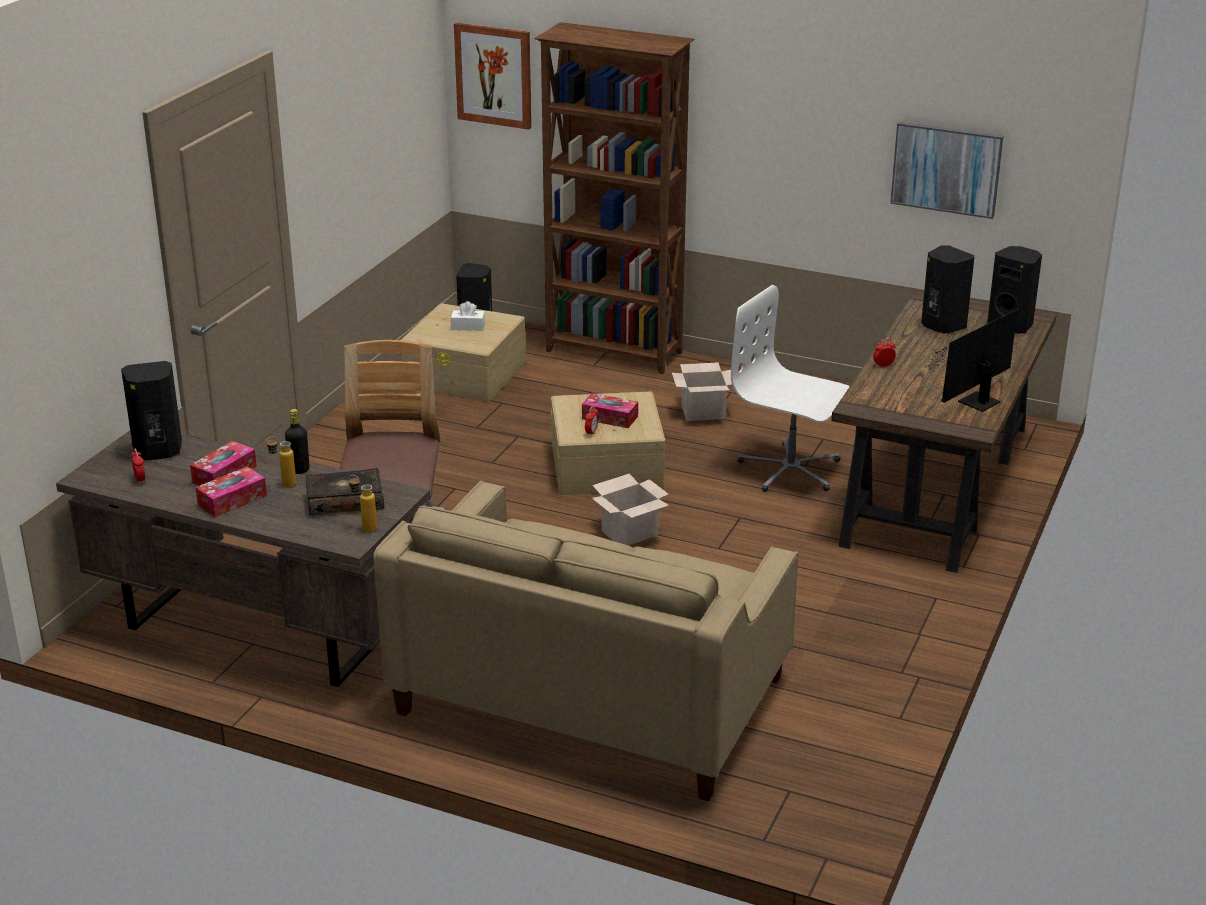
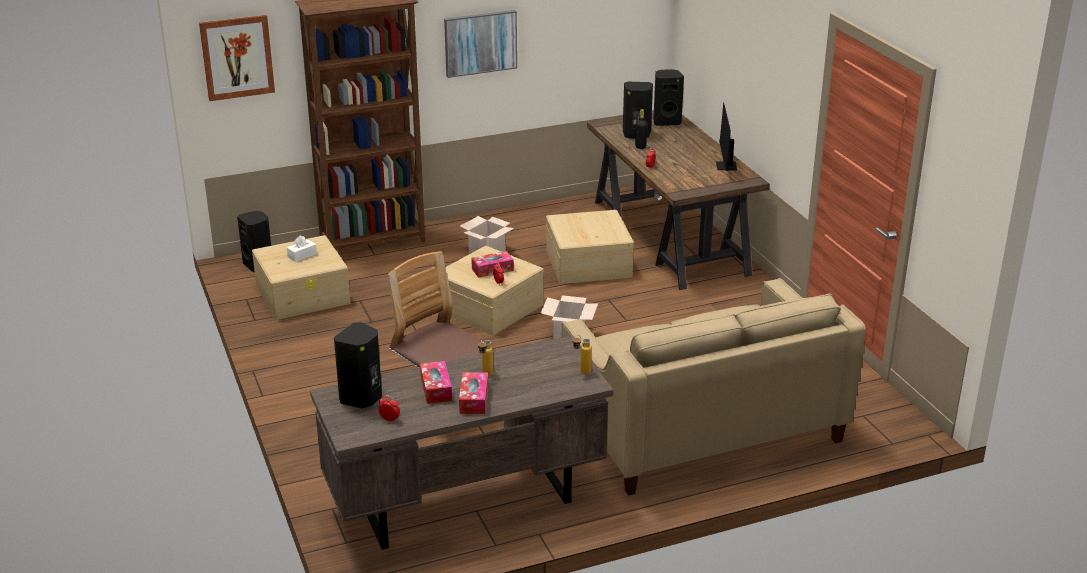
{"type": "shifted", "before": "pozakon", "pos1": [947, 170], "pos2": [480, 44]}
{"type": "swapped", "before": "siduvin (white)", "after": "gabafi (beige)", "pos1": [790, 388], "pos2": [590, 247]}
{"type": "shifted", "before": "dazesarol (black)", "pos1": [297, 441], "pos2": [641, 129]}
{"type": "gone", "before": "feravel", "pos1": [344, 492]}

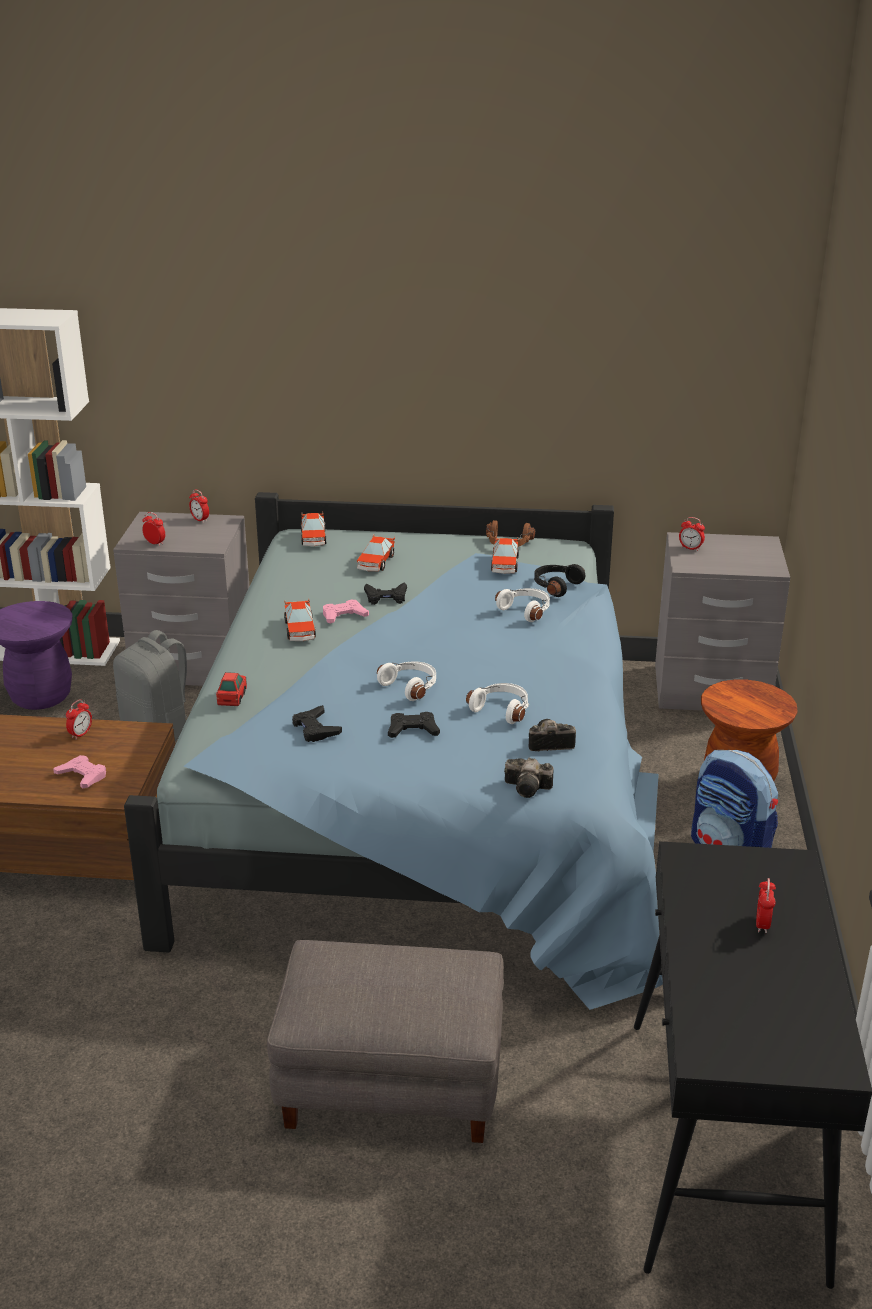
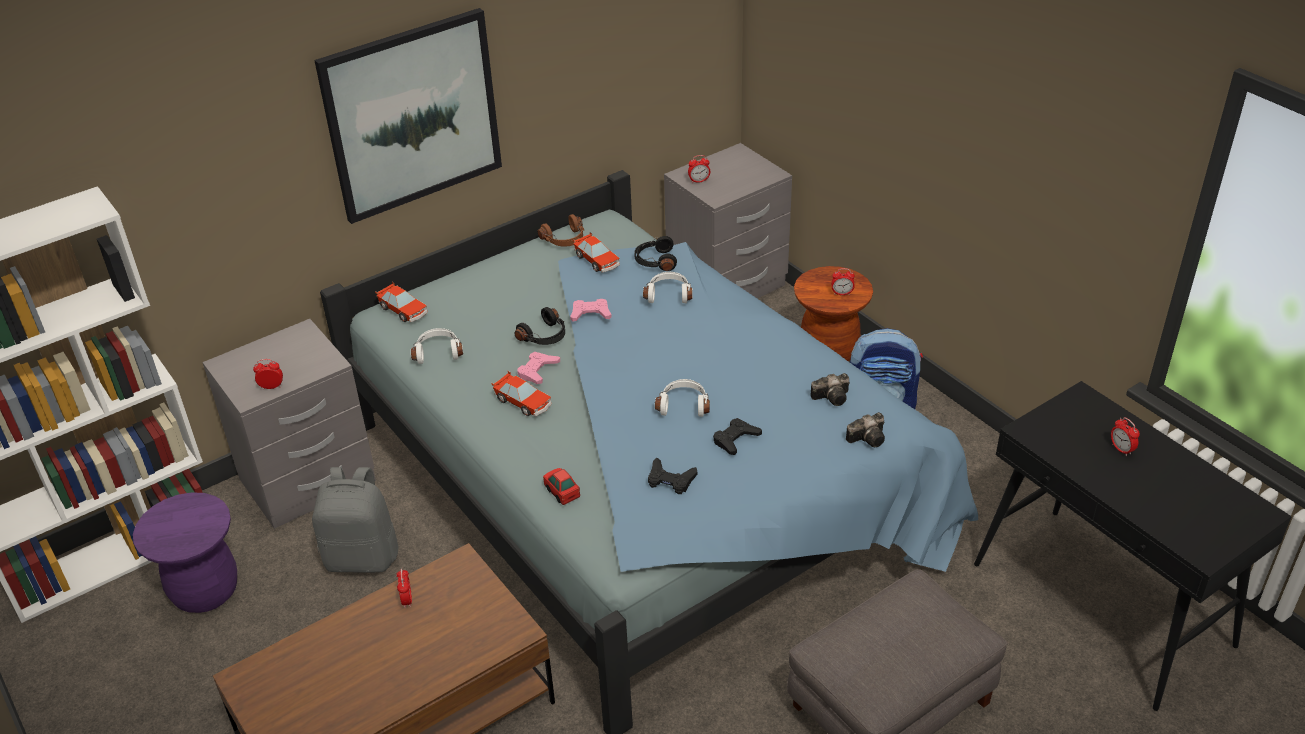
{"type": "new", "after": "pozakon", "pos2": [408, 116]}
{"type": "shifted", "before": "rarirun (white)", "pos1": [497, 703], "pos2": [437, 346]}
{"type": "swapped", "before": "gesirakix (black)", "after": "rarirun (black)", "pos1": [385, 593], "pos2": [539, 326]}
{"type": "shifted", "before": "gesirakix (pink)", "pos1": [79, 771], "pos2": [591, 310]}
{"type": "rotated", "before": "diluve", "pos1": [552, 735], "pos2": [830, 389], "turn": -150}
{"type": "shifted", "before": "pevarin", "pos1": [199, 506], "pos2": [843, 281]}
{"type": "gone", "before": "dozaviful", "pos1": [376, 553]}

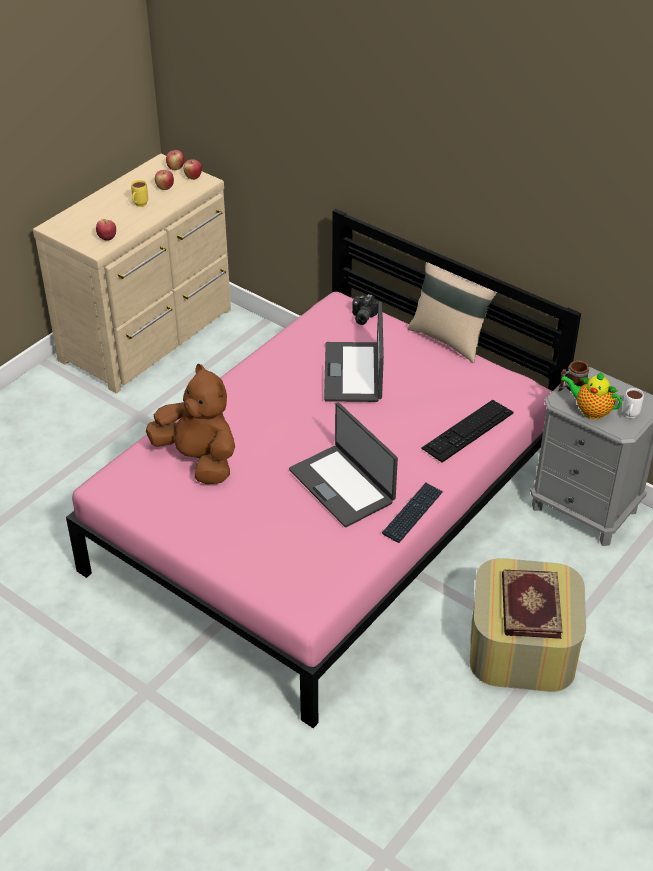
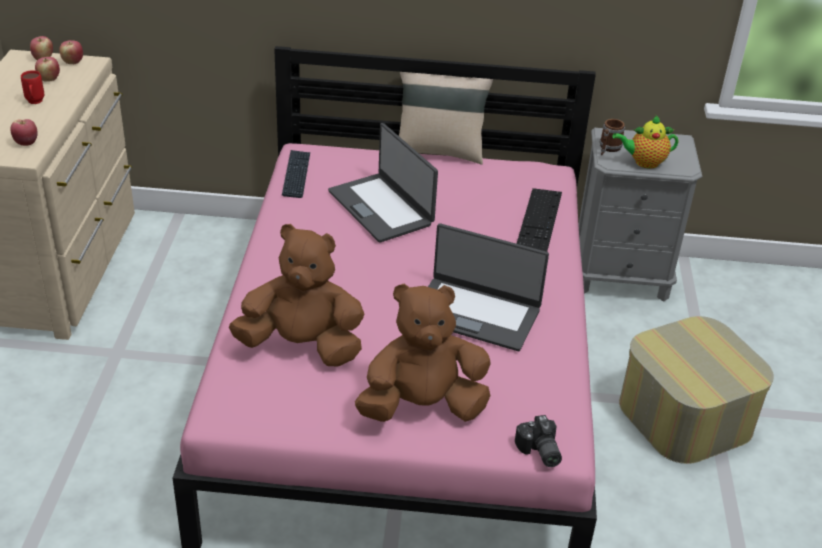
{"type": "repainted", "before": "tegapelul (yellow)", "after": "tegapelul (red)", "pos1": [139, 193], "pos2": [32, 87]}
{"type": "shifted", "before": "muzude", "pos1": [412, 513], "pos2": [296, 174]}
{"type": "new", "after": "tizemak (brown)", "pos2": [423, 353]}
{"type": "shifted", "before": "diluve", "pos1": [365, 309], "pos2": [538, 441]}
{"type": "gone", "before": "feravel", "pos1": [532, 604]}
{"type": "gone", "before": "tegapelul (white)", "pos1": [633, 403]}

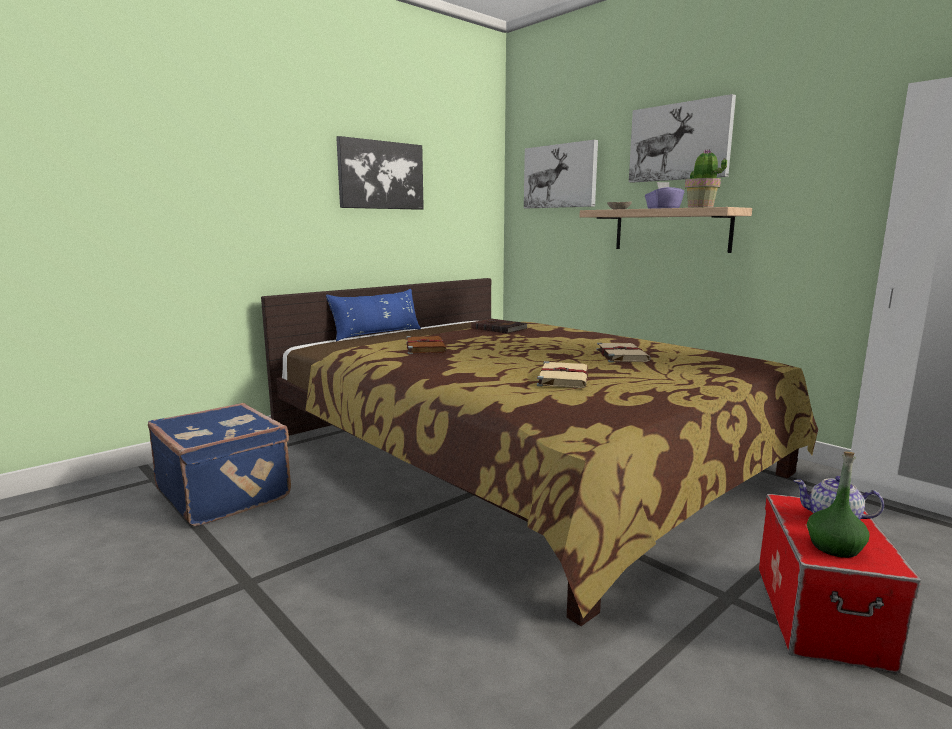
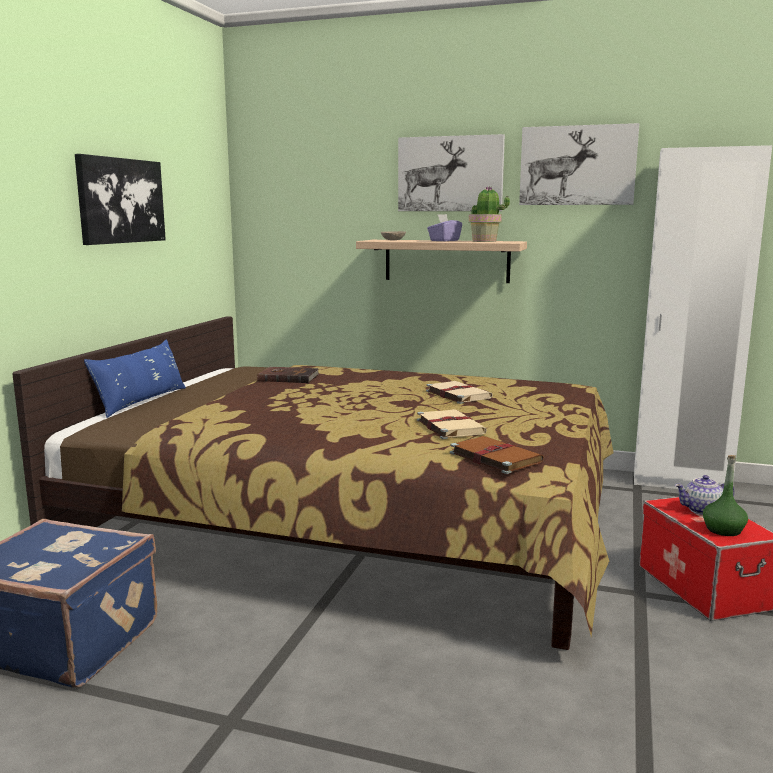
{"type": "shifted", "before": "feravel (brown)", "pos1": [426, 345], "pos2": [497, 455]}
{"type": "shifted", "before": "pozakon", "pos1": [561, 174], "pos2": [579, 164]}

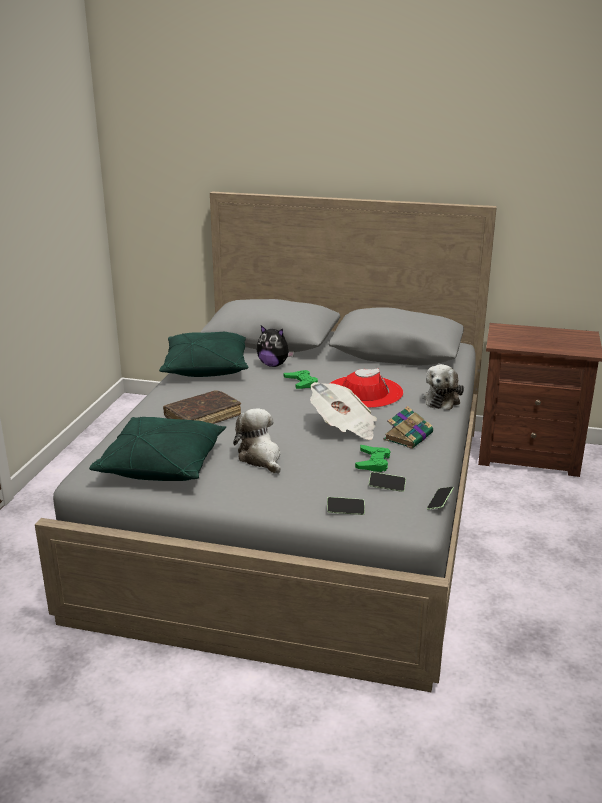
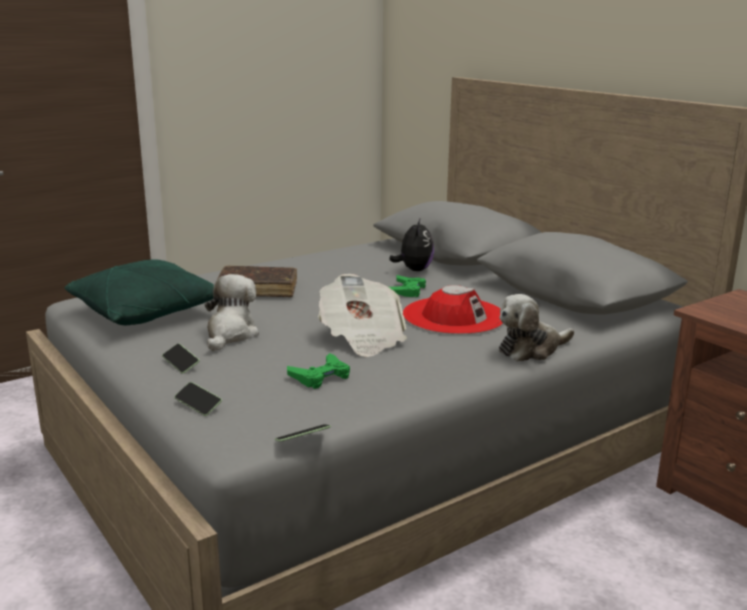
{"type": "shifted", "before": "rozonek", "pos1": [387, 482], "pos2": [181, 358]}
{"type": "rotated", "before": "tizemak", "pos1": [275, 346], "pos2": [411, 245], "turn": -150}
{"type": "gone", "before": "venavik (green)", "pos1": [203, 354]}
{"type": "gone", "before": "feravel", "pos1": [408, 427]}

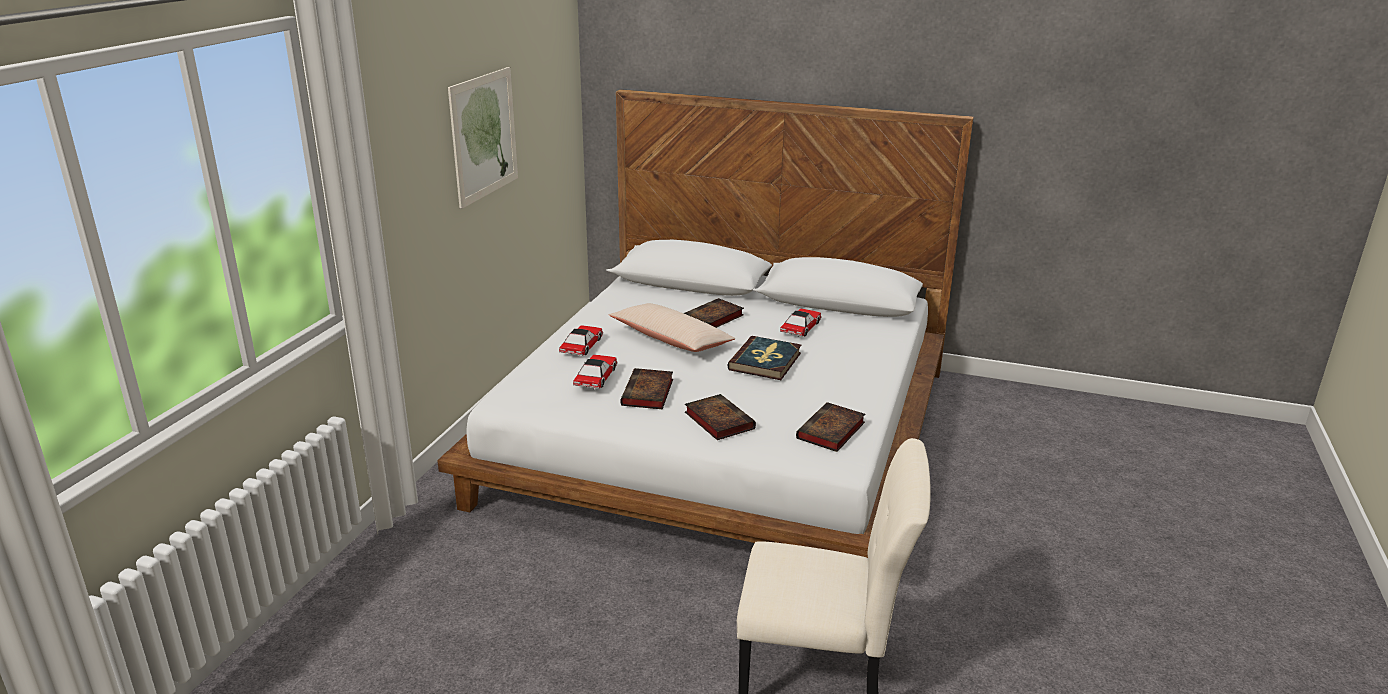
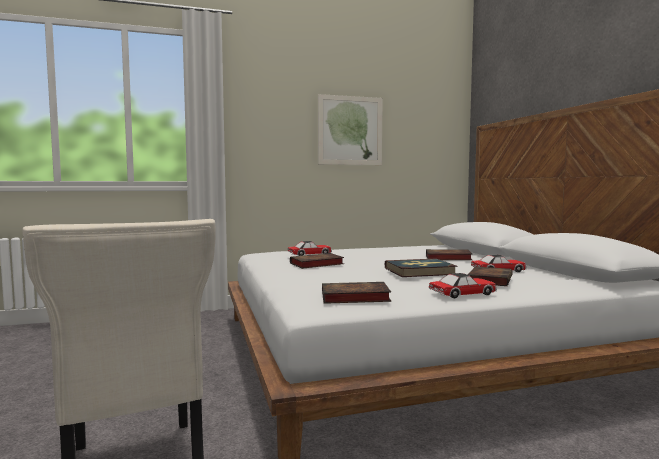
{"type": "shifted", "before": "dozaviful", "pos1": [581, 341], "pos2": [463, 285]}
{"type": "shifted", "before": "feravel", "pos1": [720, 417], "pos2": [489, 276]}
{"type": "gone", "before": "venavik (beige)", "pos1": [672, 327]}

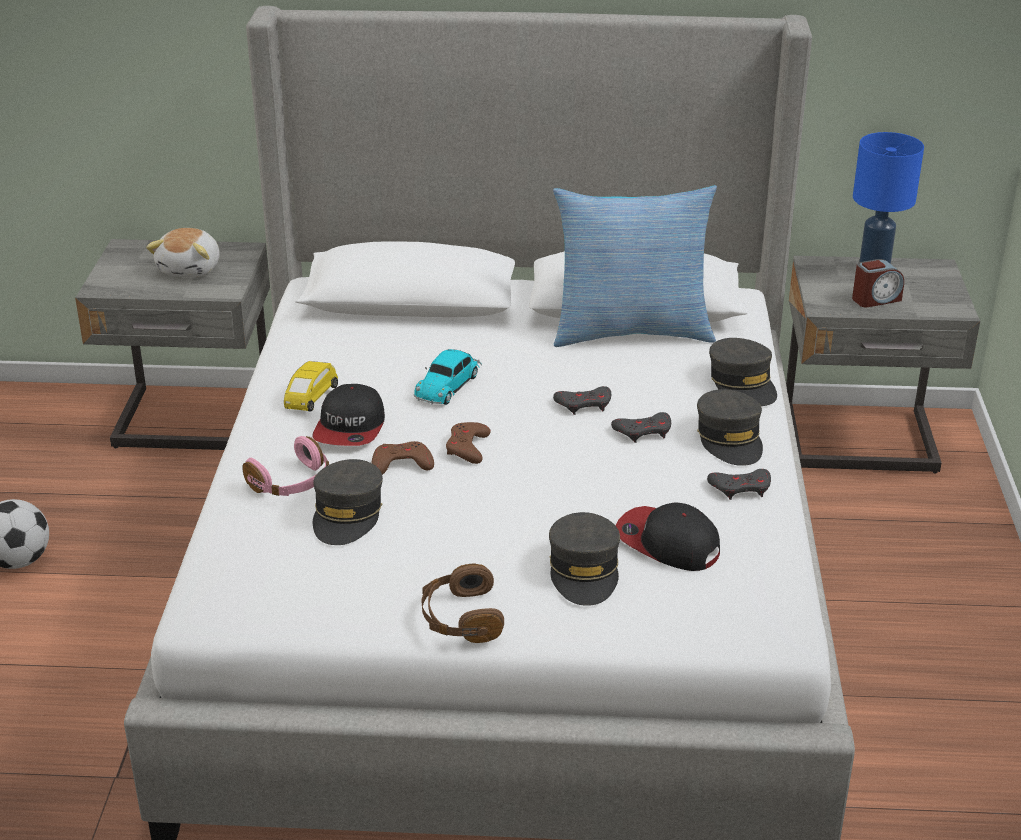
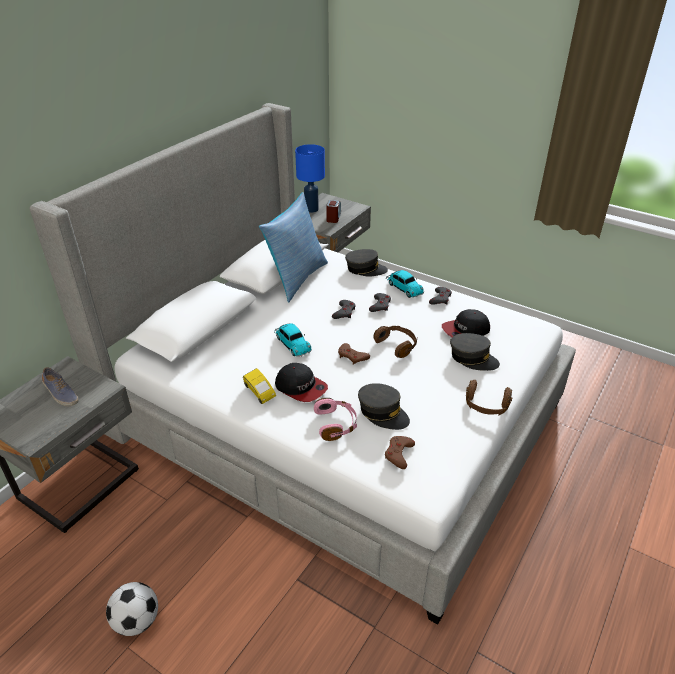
{"type": "swapped", "before": "tizemak", "after": "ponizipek", "pos1": [183, 253], "pos2": [60, 386]}
{"type": "new", "after": "rarirun (brown)", "pos2": [395, 342]}
{"type": "shifted", "before": "gesirakix (brown)", "pos1": [402, 458], "pos2": [400, 452]}
{"type": "swapped", "before": "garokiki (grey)", "after": "dozaviful", "pos1": [730, 427], "pos2": [405, 284]}

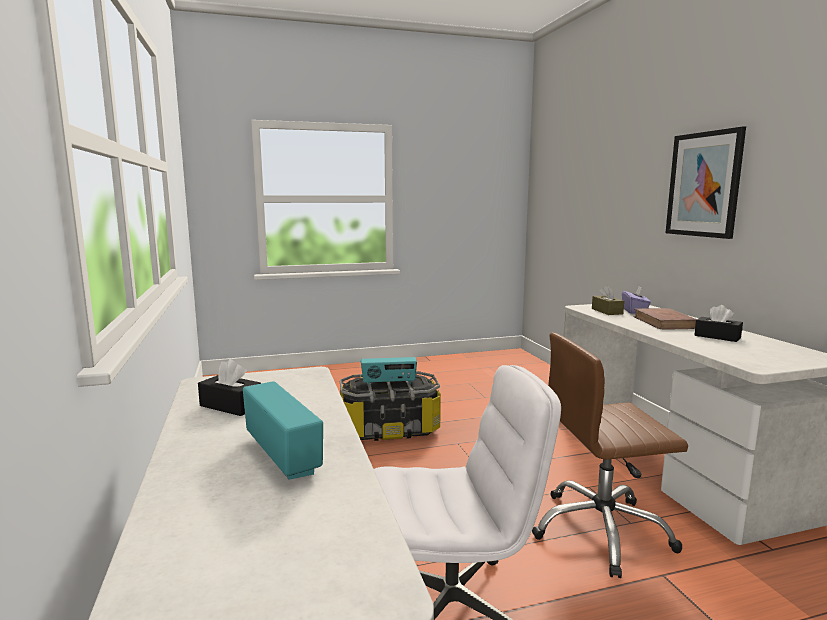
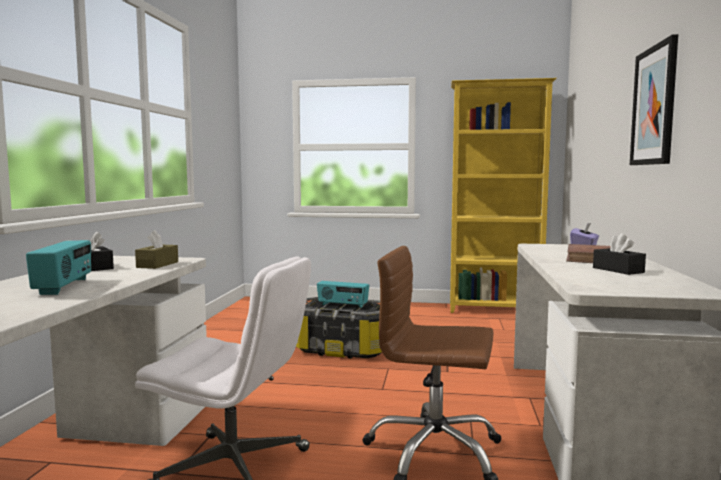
{"type": "shifted", "before": "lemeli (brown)", "pos1": [608, 300], "pos2": [156, 249]}
{"type": "new", "after": "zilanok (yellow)", "pos2": [503, 195]}

